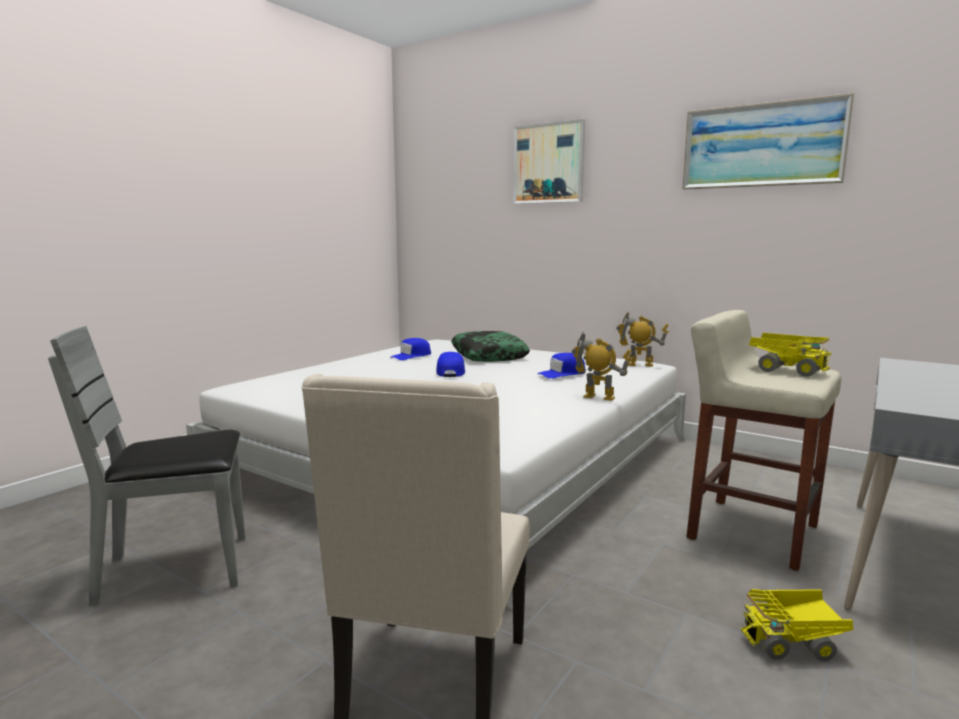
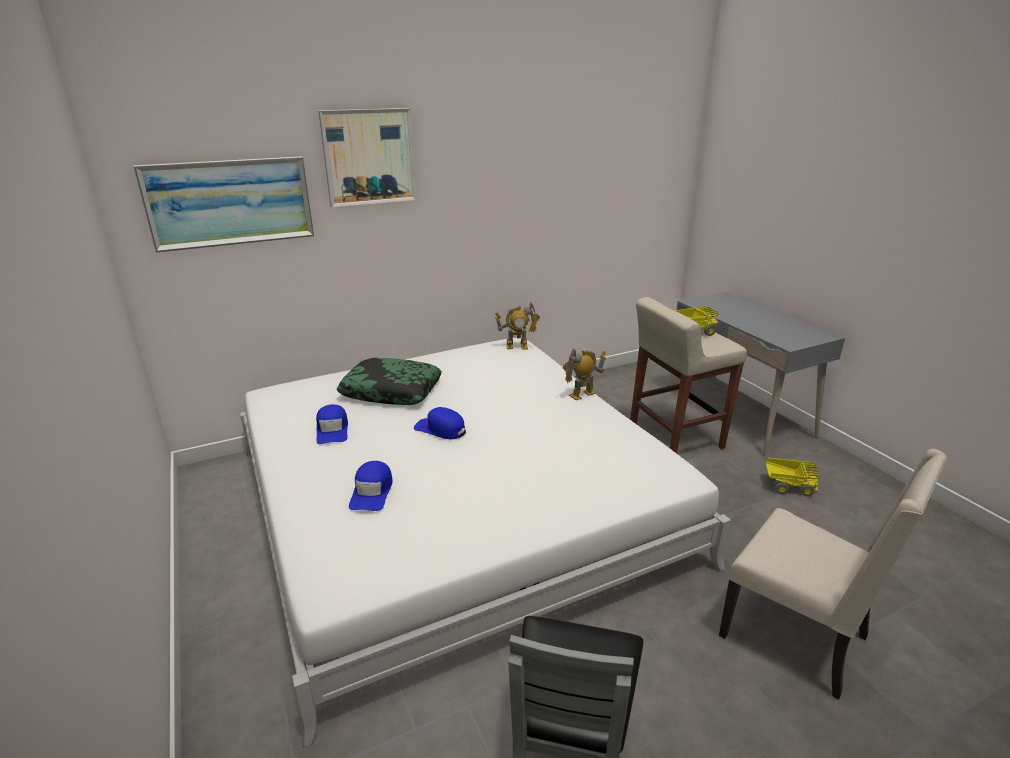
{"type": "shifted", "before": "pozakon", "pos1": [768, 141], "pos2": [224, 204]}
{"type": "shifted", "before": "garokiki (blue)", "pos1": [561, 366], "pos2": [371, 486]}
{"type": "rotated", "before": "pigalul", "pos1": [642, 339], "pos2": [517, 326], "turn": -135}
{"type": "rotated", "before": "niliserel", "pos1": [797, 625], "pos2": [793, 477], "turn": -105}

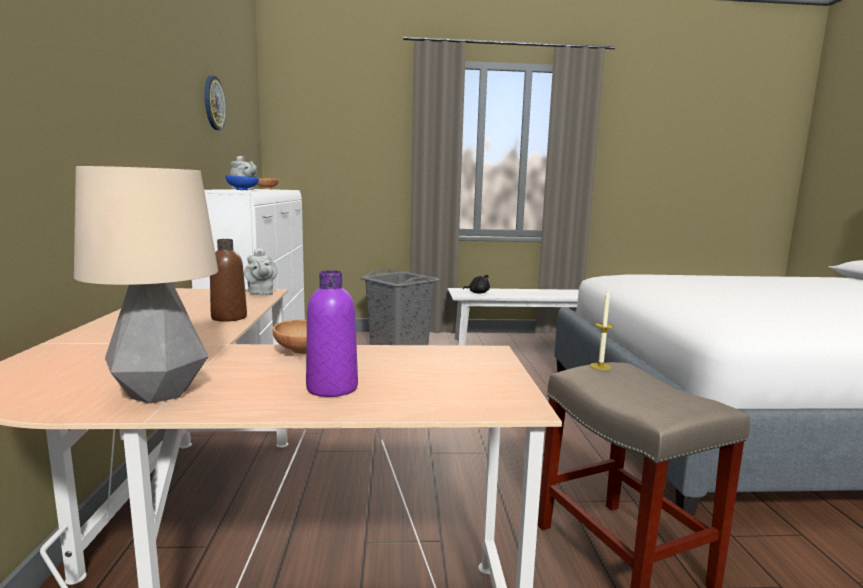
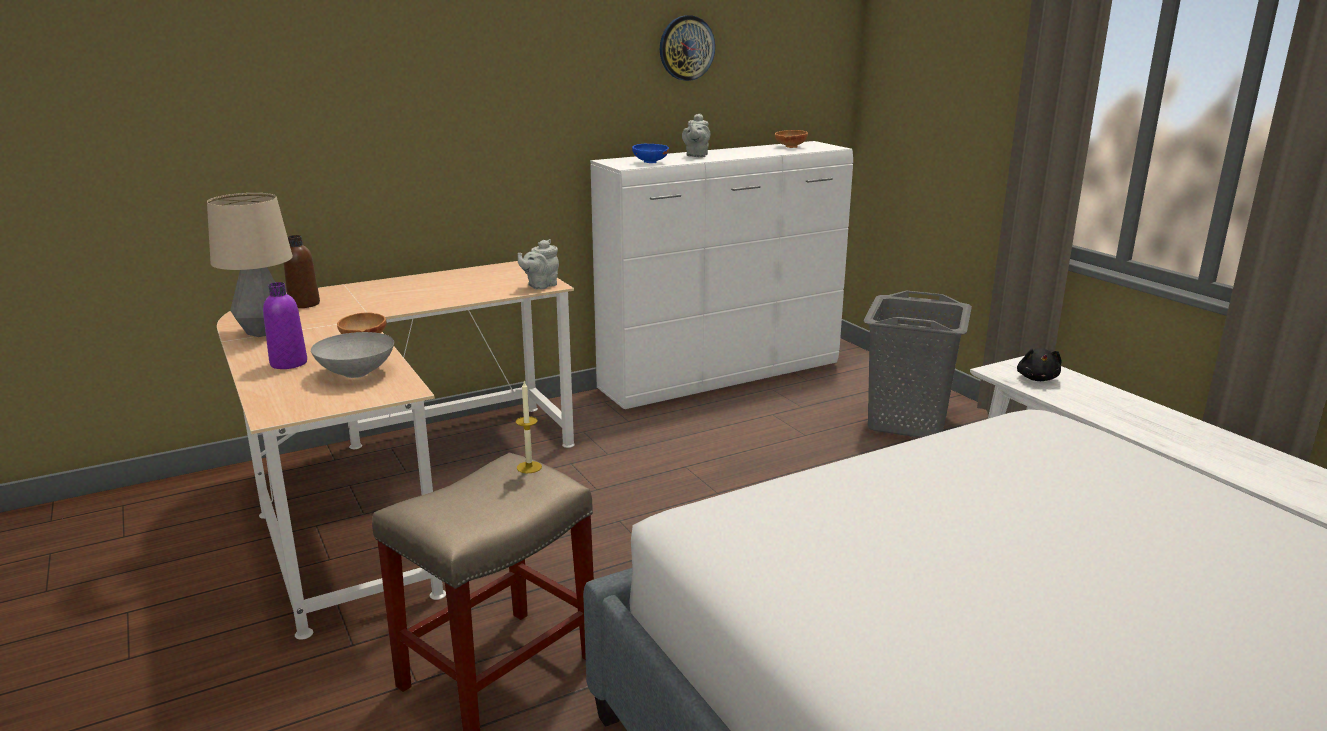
{"type": "shifted", "before": "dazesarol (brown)", "pos1": [228, 280], "pos2": [302, 271]}
{"type": "new", "after": "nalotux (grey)", "pos2": [352, 355]}

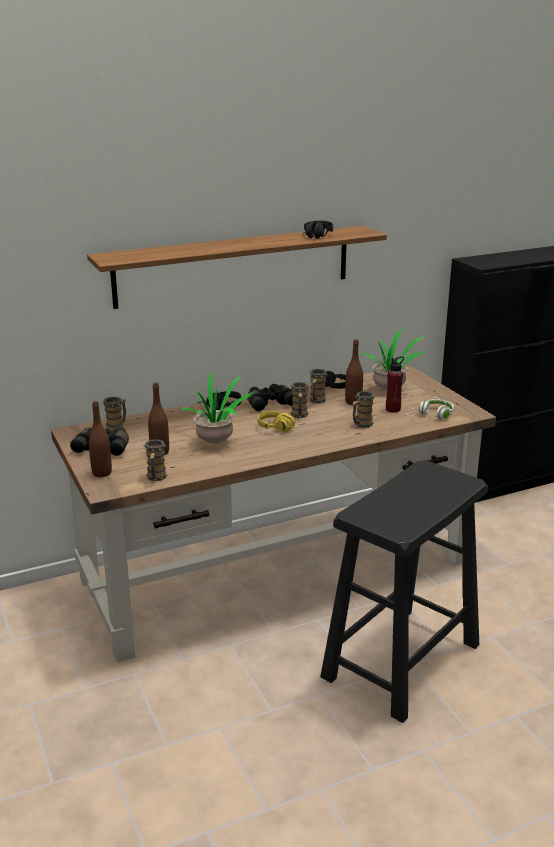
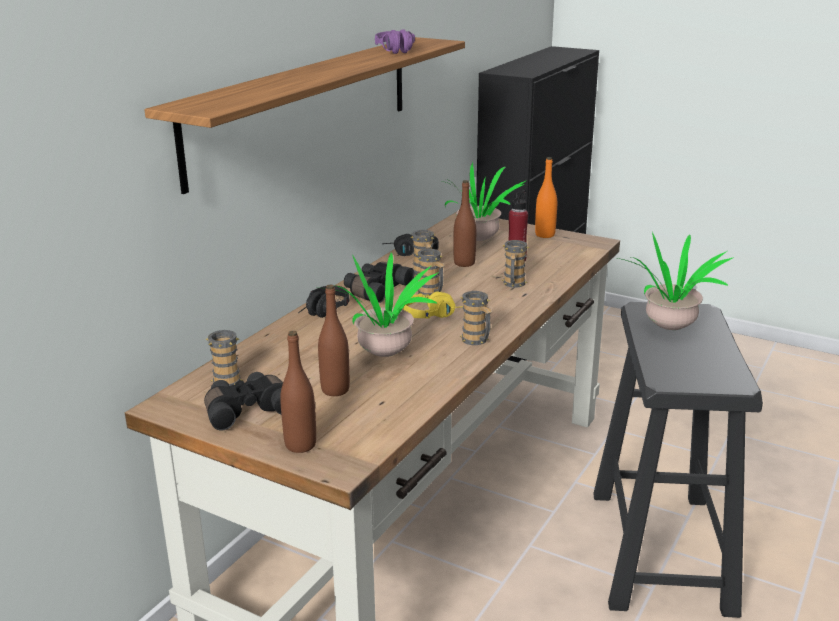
{"type": "repainted", "before": "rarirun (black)", "after": "rarirun (purple)", "pos1": [318, 230], "pos2": [395, 41]}
{"type": "shifted", "before": "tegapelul", "pos1": [155, 460], "pos2": [476, 318]}
{"type": "new", "after": "dazesarol (orange)", "pos2": [546, 197]}
{"type": "new", "after": "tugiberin", "pos2": [676, 281]}
{"type": "gone", "before": "rarirun (white)", "pos1": [429, 408]}

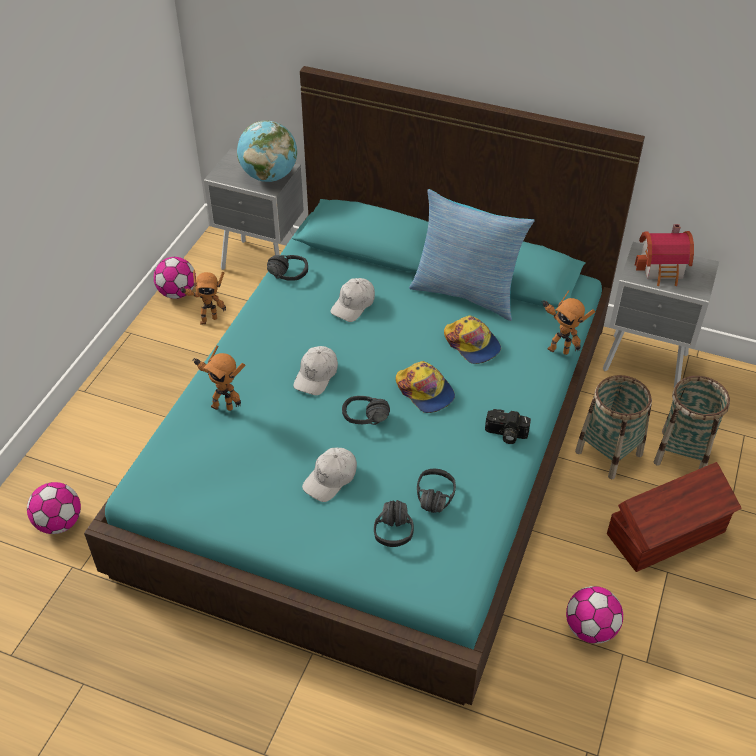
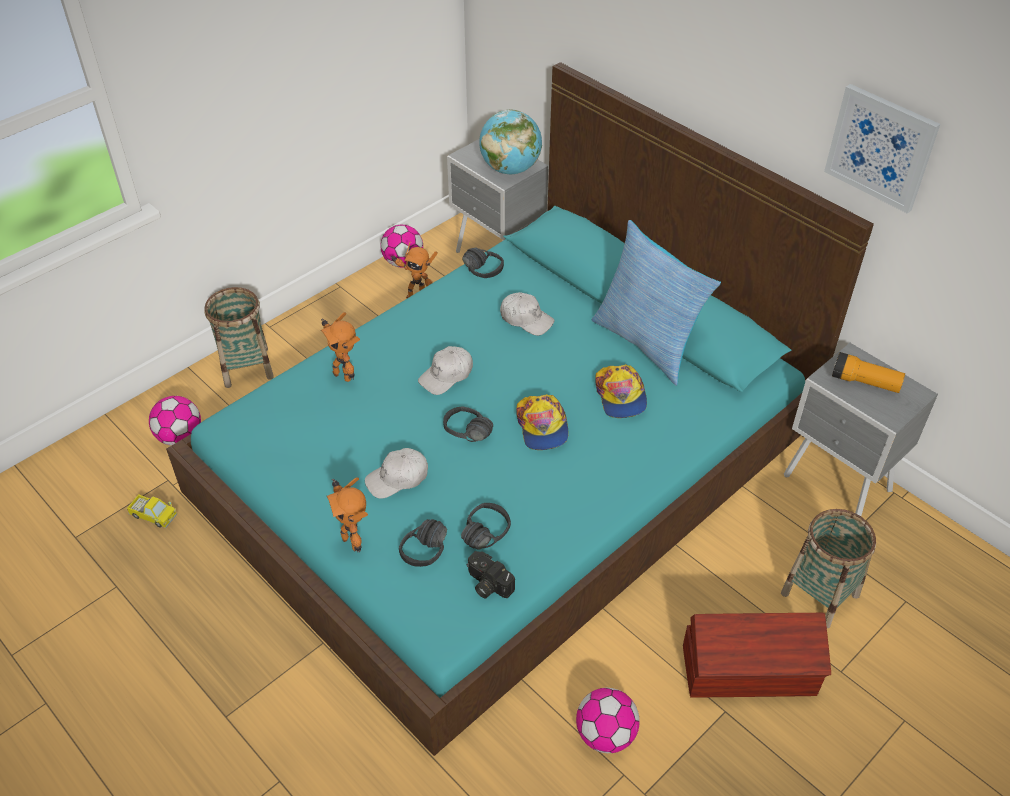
{"type": "new", "after": "niliserel", "pos2": [152, 511]}
{"type": "shifted", "before": "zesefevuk", "pos1": [613, 427], "pos2": [239, 337]}
{"type": "shifted", "before": "pigalul", "pos1": [568, 322], "pos2": [347, 515]}
{"type": "shifted", "before": "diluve", "pos1": [508, 426], "pos2": [491, 574]}
{"type": "rotated", "before": "garokiki (white)", "pos1": [352, 300], "pos2": [527, 314], "turn": -120}
{"type": "new", "after": "pozakon", "pos2": [882, 149]}
{"type": "swapped", "before": "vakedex", "after": "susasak", "pos1": [664, 255], "pos2": [868, 372]}

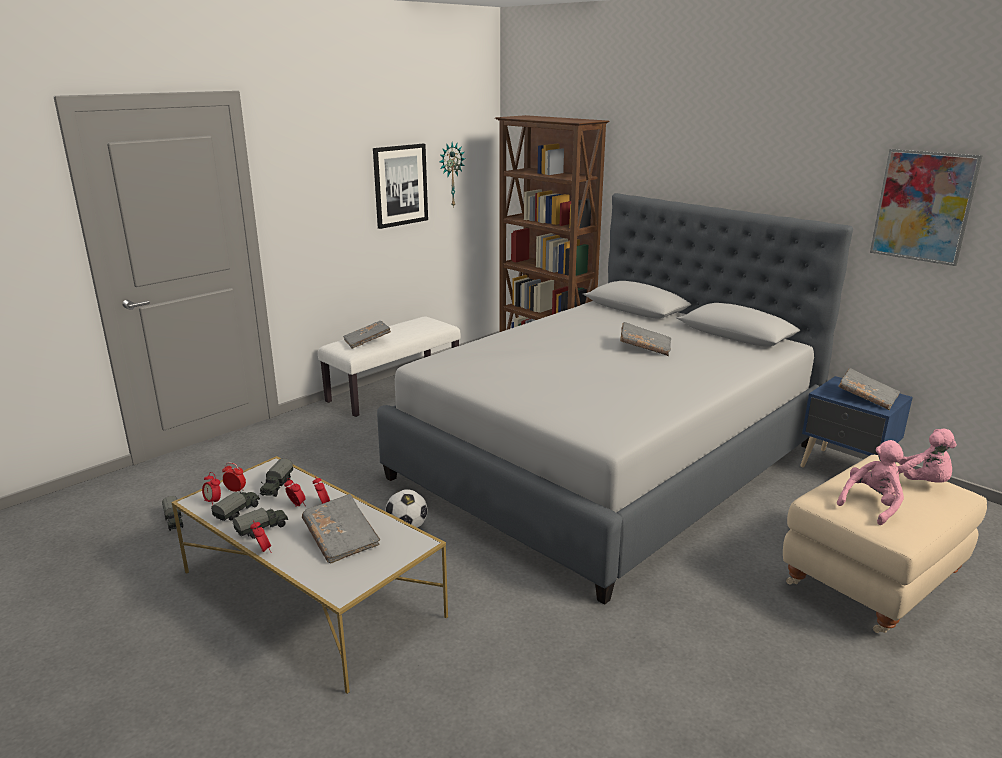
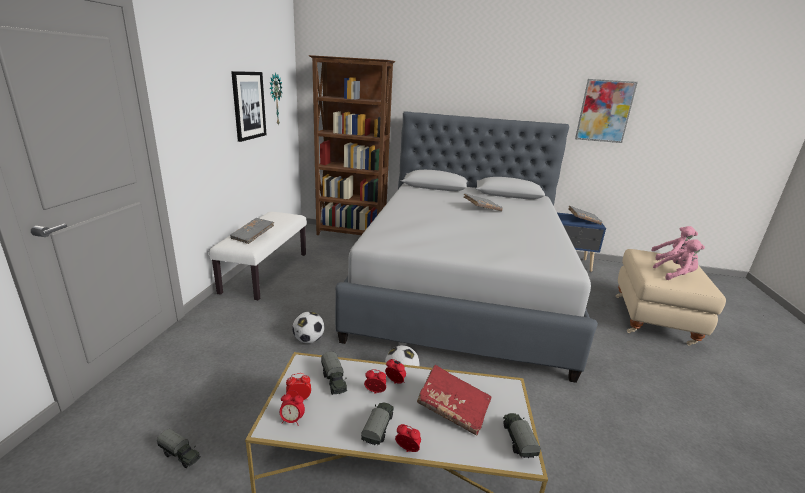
{"type": "new", "after": "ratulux", "pos2": [308, 327]}
{"type": "repainted", "before": "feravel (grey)", "after": "feravel (red)", "pos1": [341, 529], "pos2": [454, 400]}
{"type": "shifted", "before": "niliserel", "pos1": [235, 506], "pos2": [522, 435]}
{"type": "rotated", "before": "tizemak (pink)", "pos1": [870, 482], "pos2": [679, 259], "turn": 75}

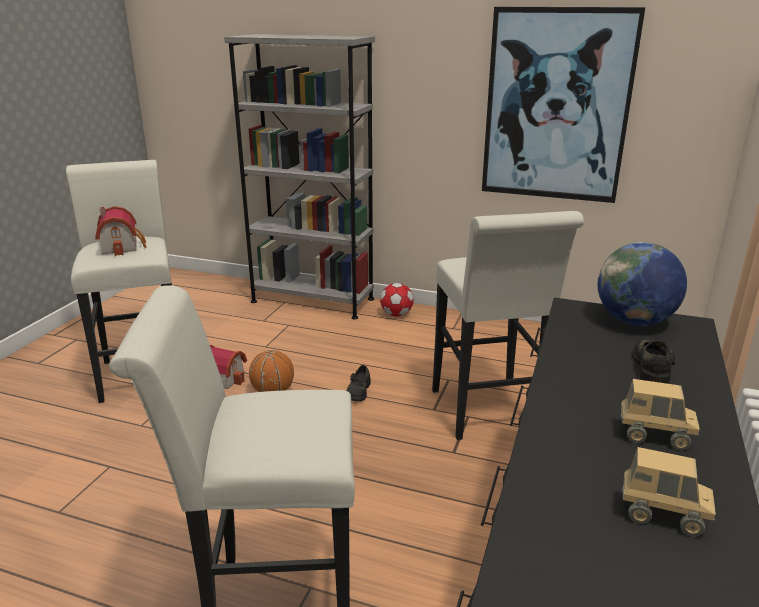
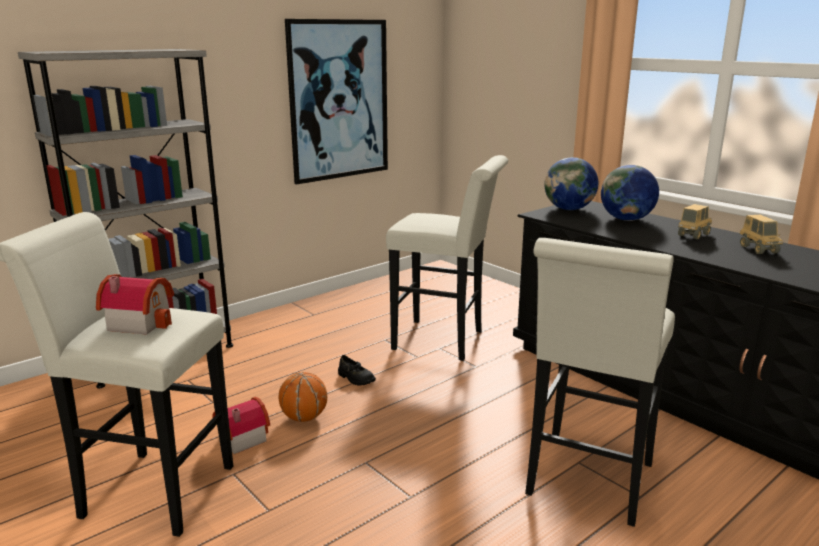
{"type": "swapped", "before": "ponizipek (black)", "after": "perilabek", "pos1": [654, 360], "pos2": [630, 193]}
{"type": "rotated", "before": "niliserel", "pos1": [669, 491], "pos2": [761, 234], "turn": 120}
{"type": "gone", "before": "ratulux", "pos1": [397, 299]}

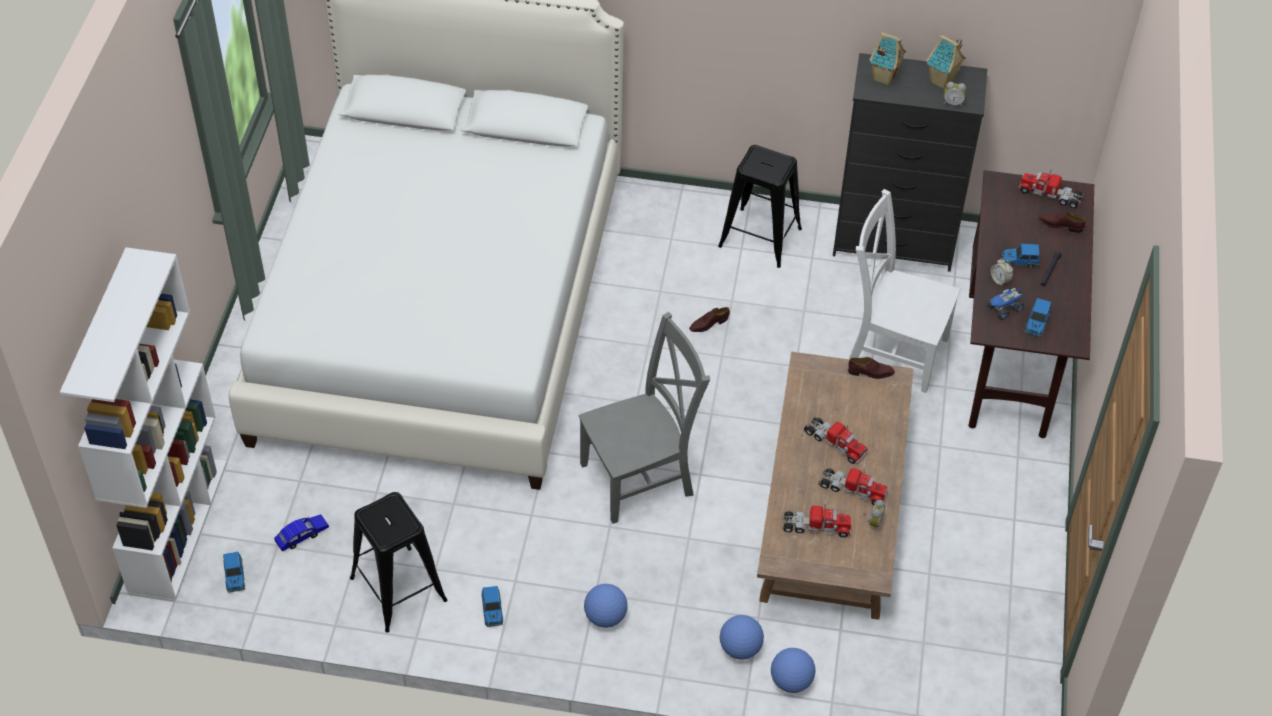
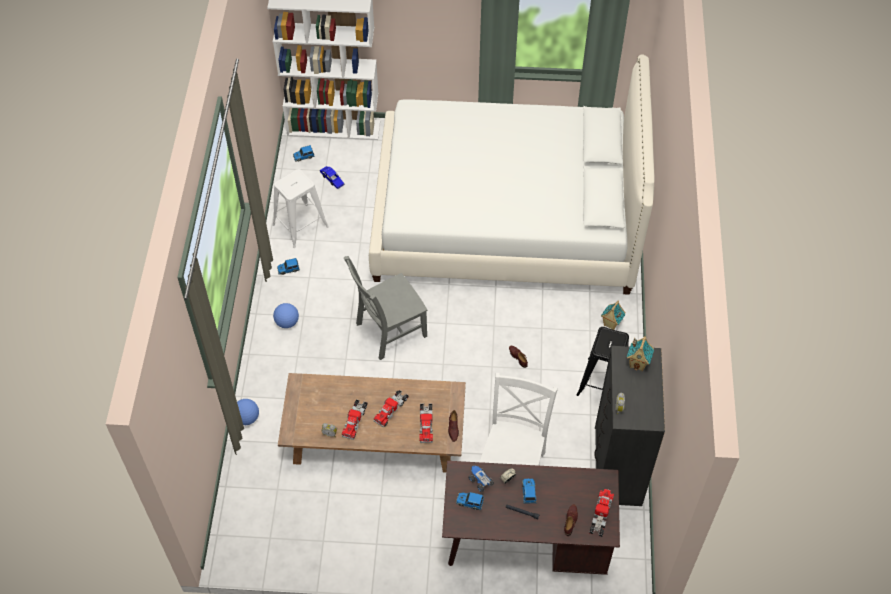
{"type": "repainted", "before": "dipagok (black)", "after": "dipagok (white)", "pos1": [398, 562], "pos2": [300, 208]}
{"type": "rotated", "before": "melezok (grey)", "pos1": [644, 418], "pos2": [385, 308], "turn": 90}
{"type": "shifted", "before": "niliserel", "pos1": [816, 521], "pos2": [426, 423]}
{"type": "shifted", "before": "vakedex", "pos1": [946, 62], "pos2": [613, 315]}
{"type": "gone", "before": "ratulux", "pos1": [742, 637]}

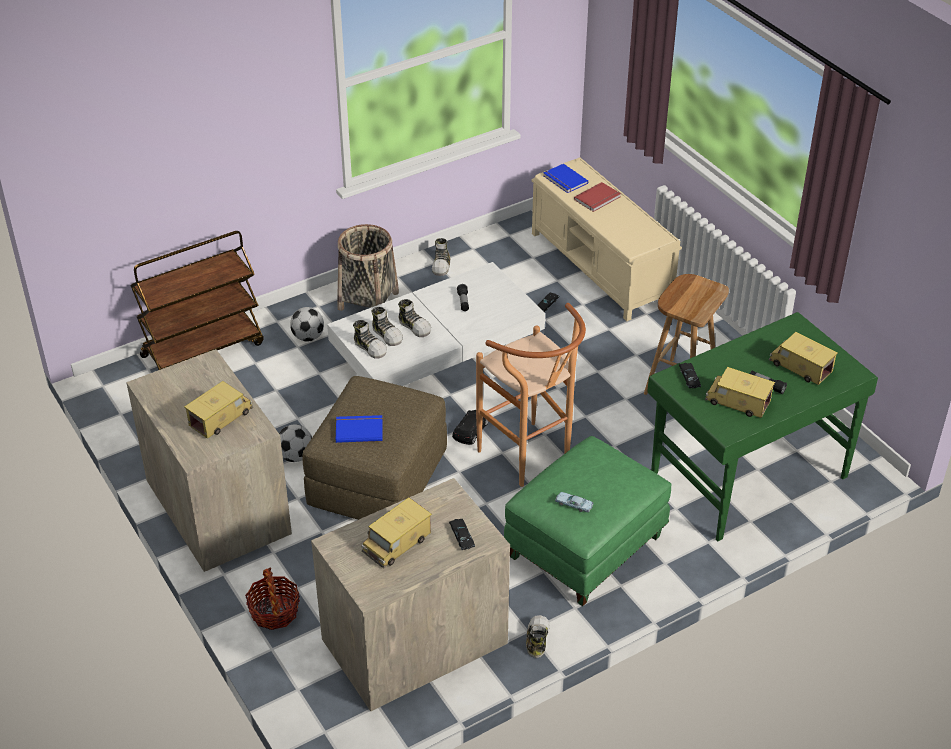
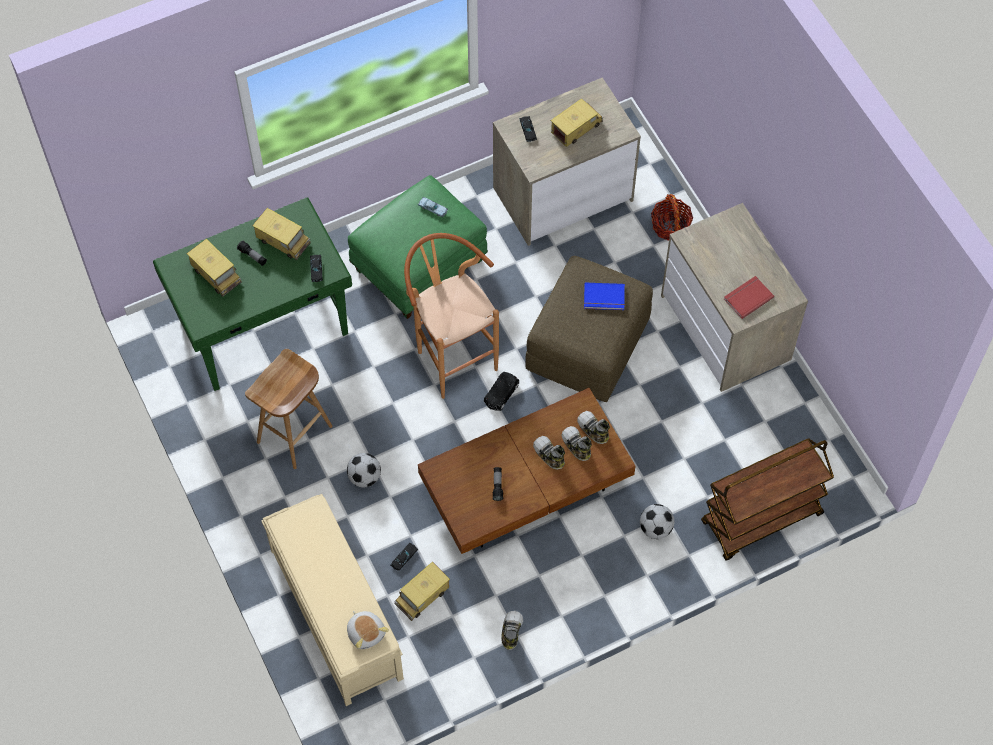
{"type": "shifted", "before": "ratulux", "pos1": [295, 443], "pos2": [364, 470]}
{"type": "swapped", "before": "feravel (blue)", "after": "tizemak", "pos1": [565, 178], "pos2": [368, 630]}
{"type": "shifted", "before": "niliserel", "pos1": [218, 409], "pos2": [422, 591]}
{"type": "repainted", "before": "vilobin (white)", "after": "vilobin (brown)", "pos1": [436, 324], "pos2": [527, 471]}
{"type": "shifted", "before": "feravel (red)", "pos1": [597, 197], "pos2": [749, 297]}
{"type": "gone", "before": "zesefevuk", "pos1": [368, 267]}
{"type": "gone", "before": "ponizipek", "pos1": [538, 636]}

